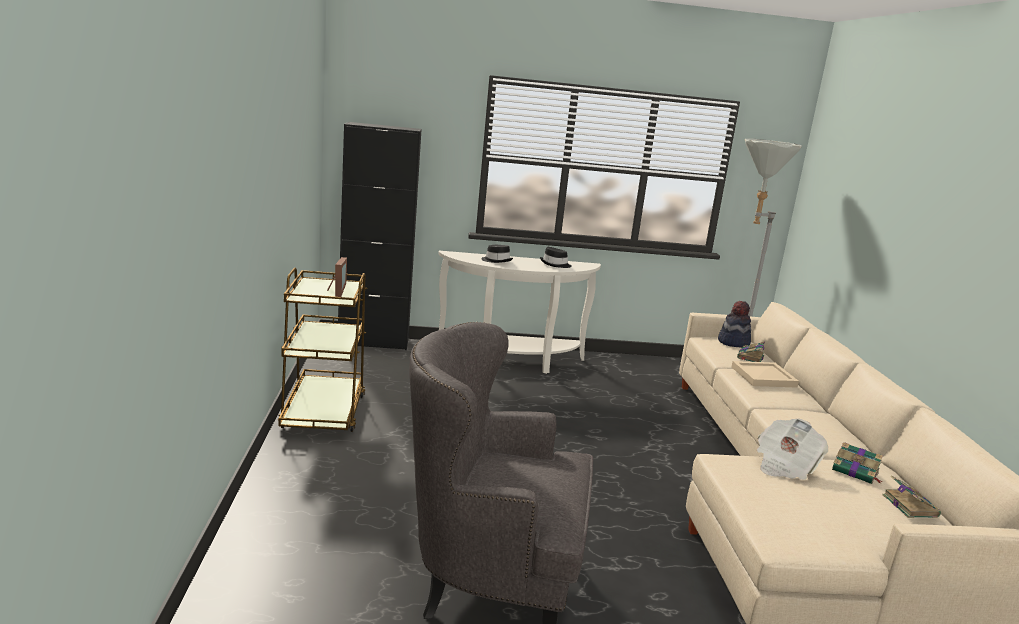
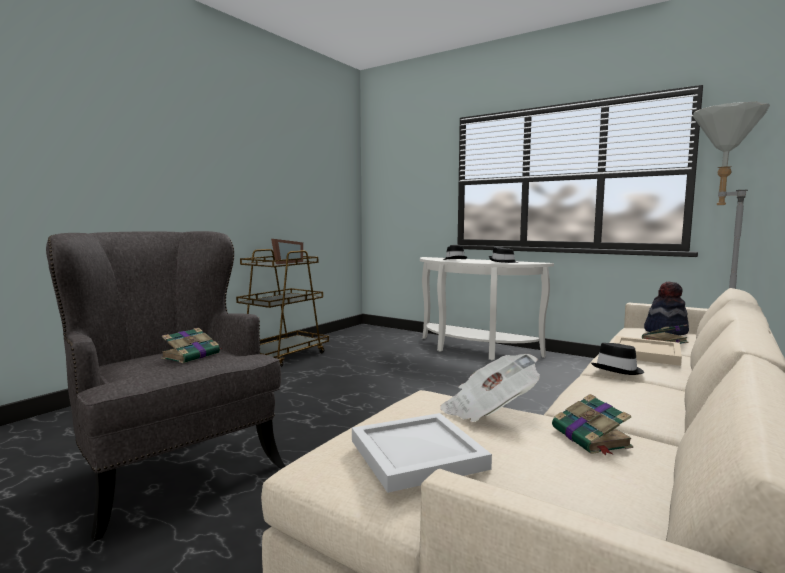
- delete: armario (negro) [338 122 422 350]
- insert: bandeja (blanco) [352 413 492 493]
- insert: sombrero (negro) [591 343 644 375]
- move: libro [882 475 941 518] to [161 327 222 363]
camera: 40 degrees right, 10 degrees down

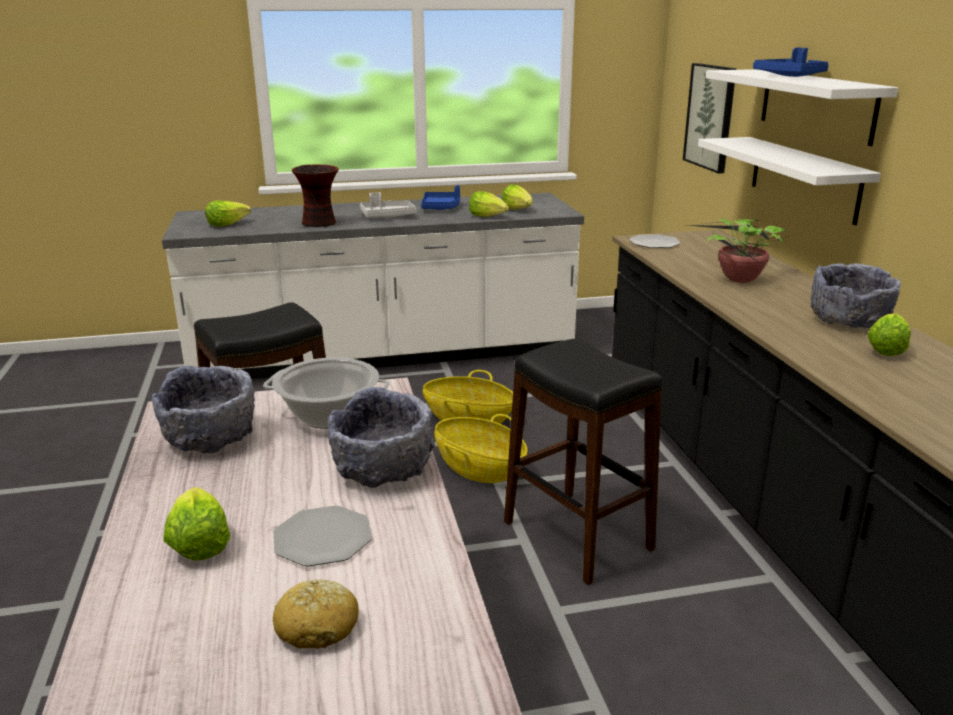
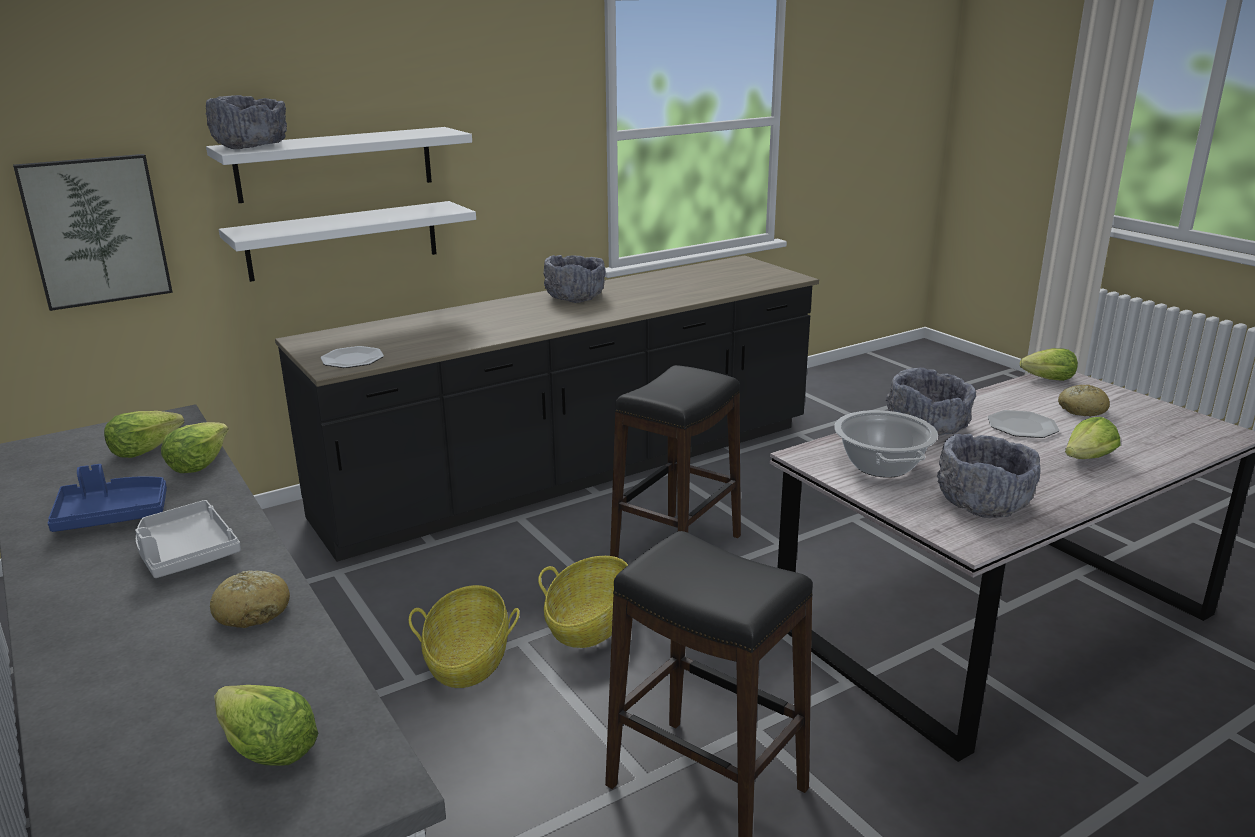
- delete: planta en maceta [688 219 786 283]
- delete: bandeja (azul) [753 47 829 77]
- insert: cuenco (gris) [206 95 287 149]
- move: lechuga [867 313 911 356] to [1020 348 1078 381]
- replace: florero [292 164 339 227] to pan [210 571 290 628]
camera: 110 degrees left, 0 degrees up

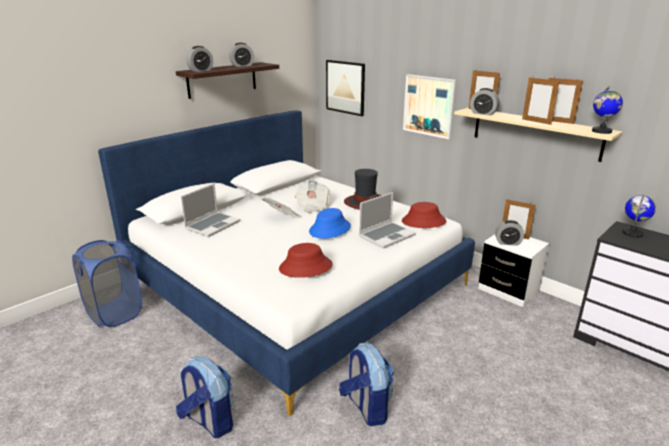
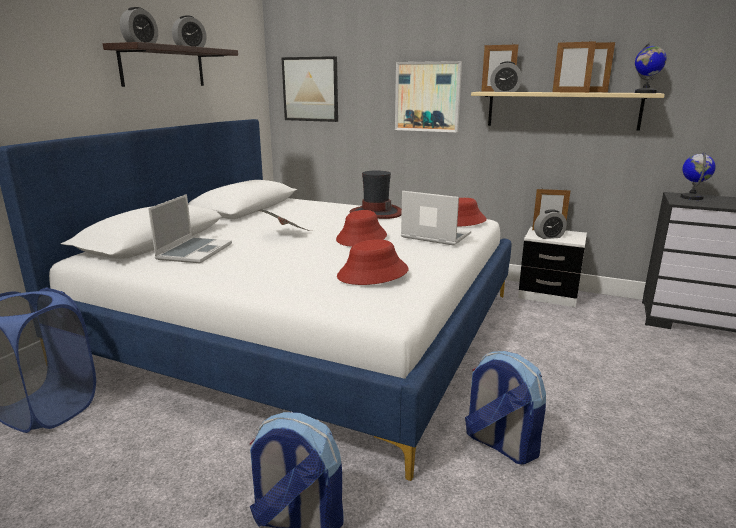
- delete: periódico [295 180 330 213]
- recolor: sombrero (azul) [309 208 351 239] to sombrero (rojo) [336 210 387 247]
- rotate: portátil [359 192 416 248] = [401 191 471 246] 90 degrees counterclockwise
camera: 20 degrees left, 5 degrees down

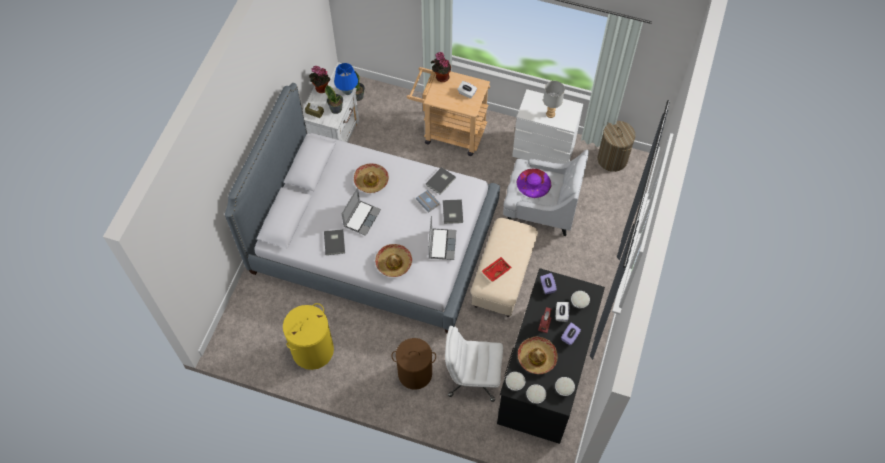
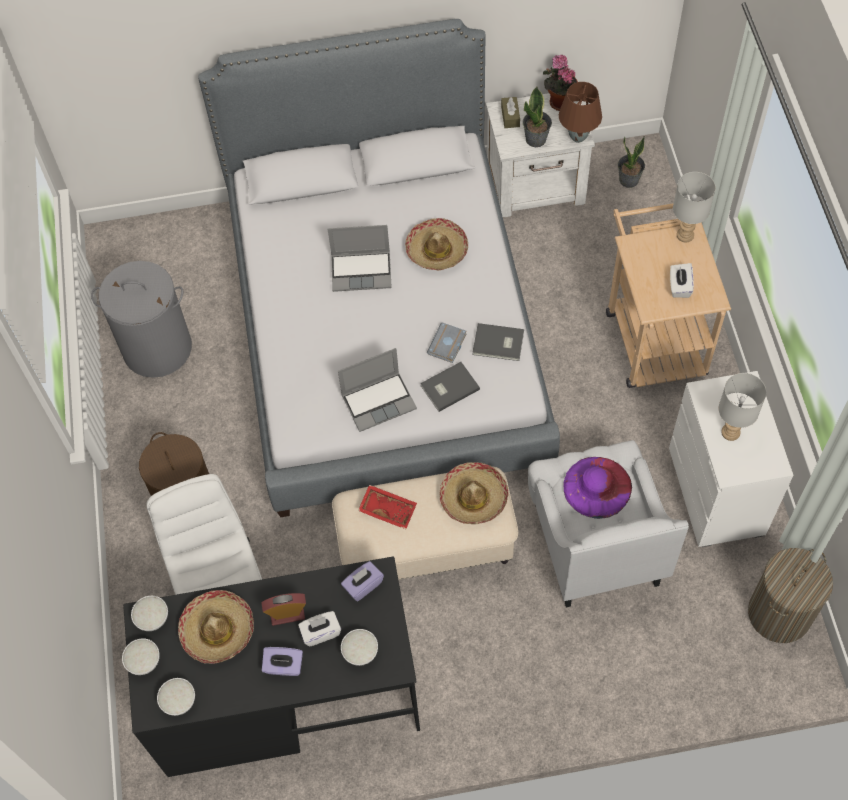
- delete: libro (gris) [324 229 345 255]
- move: sombrero [375 244 412 277] to [439 462 509 524]
- replace: planta en maceta [431 52 451 82] to lámpara de mesa (gris) [673 172 716 243]
- recolor: cesto de la ropa (amarillo) [283 303 334 370] to cesto de la ropa (gris) [91 261 192 378]
- recolor: lámpara de mesa (azul) [334 63 358 95] to lámpara de mesa (marrón) [559 82 602 143]
camera: 65 degrees right, 0 degrees up

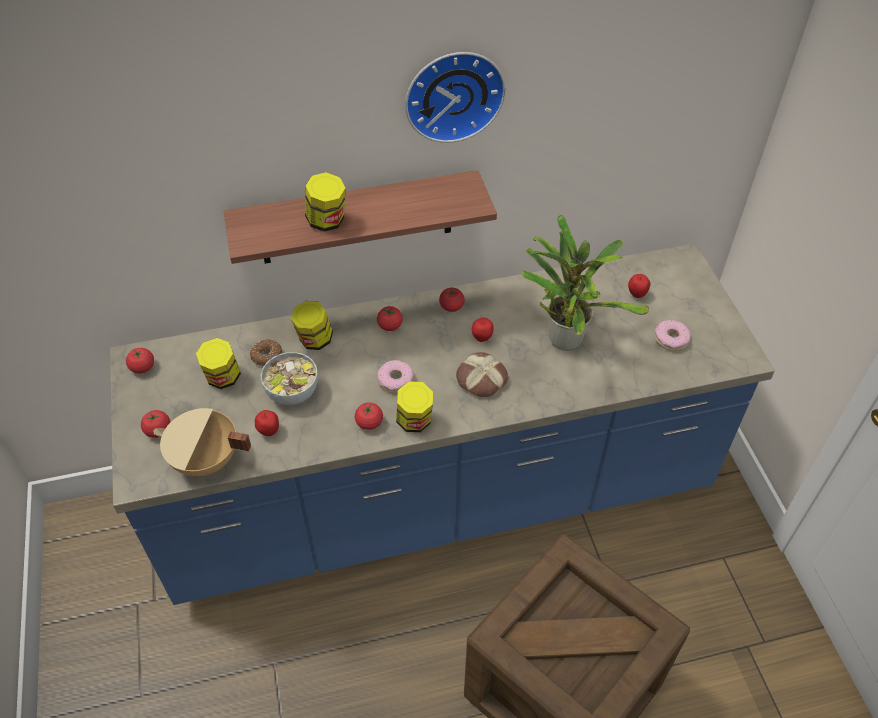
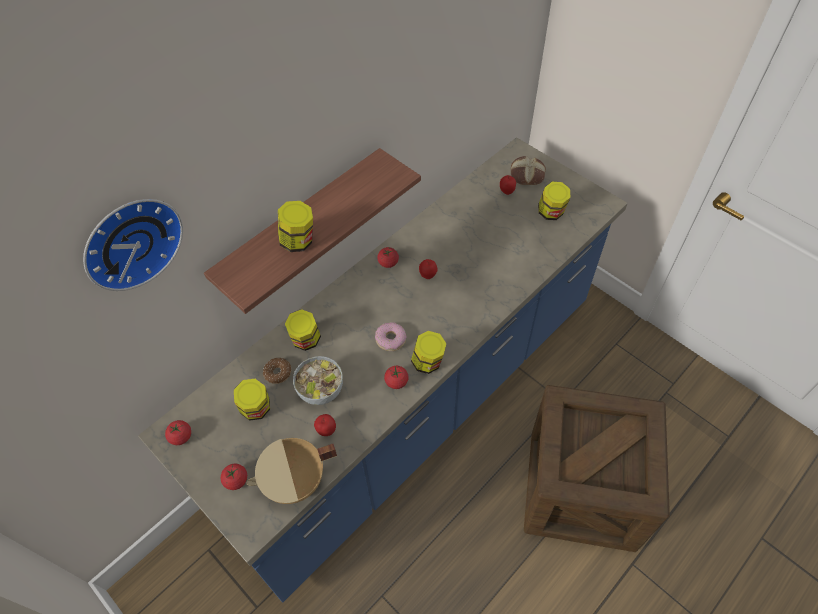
- delete: tomate [377 306 403 331]
- delete: planta en maceta [522 215 649 351]
- move: reloj de pared [405 52 506 143] to [83 199 183 291]
- move: pan [456 352 508 397] to [511 156 546 185]
- replace: rosquilla [654 320 691 351] to tarro [538 182 571 220]
camera: 30 degrees left, 5 degrees up

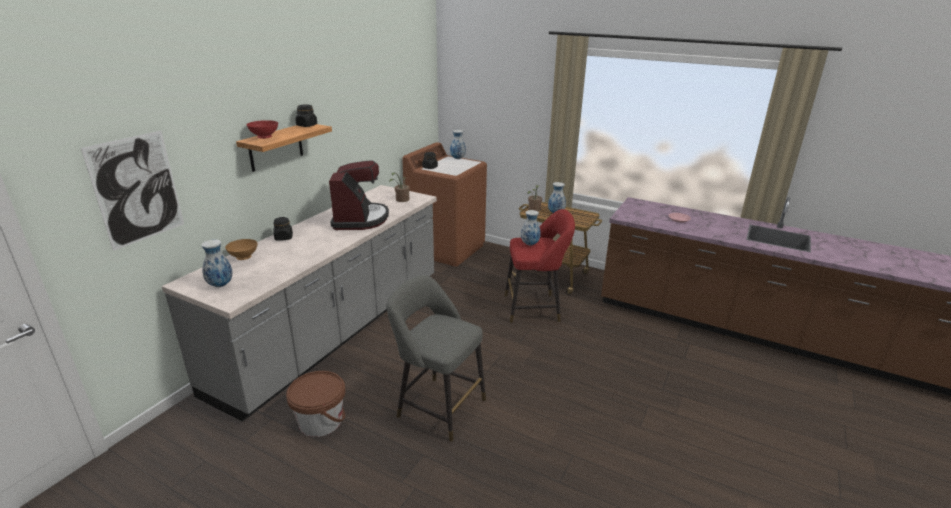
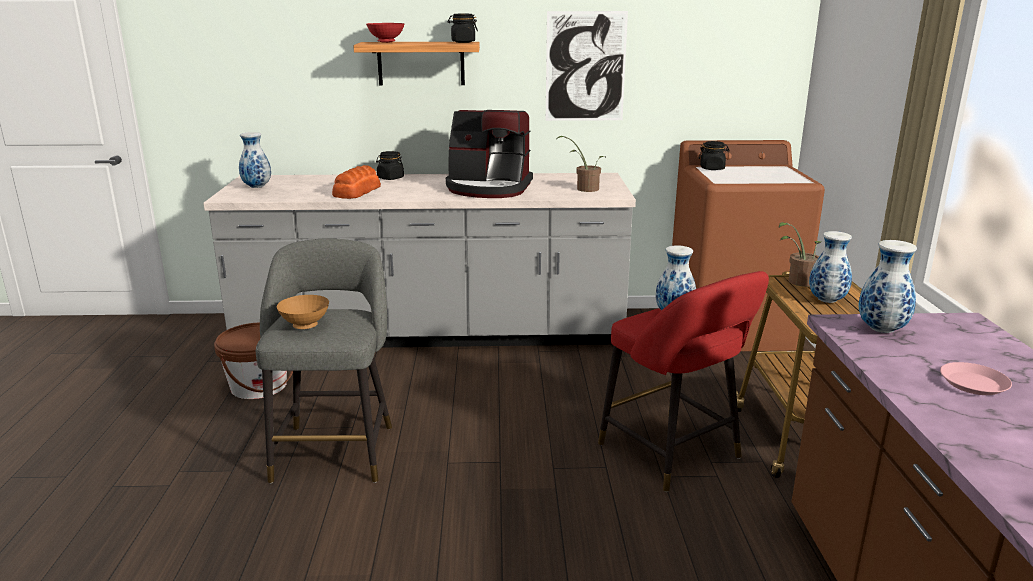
- insert: pan [332 165 381 199]
- move: cuadro [81 131 184 251] to [546 11 628 121]
- move: cuenco (marrón) [225 239 258 260] to [277 295 329 329]
- move: florero [450 130 466 159] to [859 240 917 333]
- rotate: cafetera [329 160 389 230] = [446 110 533 198] 45 degrees clockwise
camera: 60 degrees right, 5 degrees down

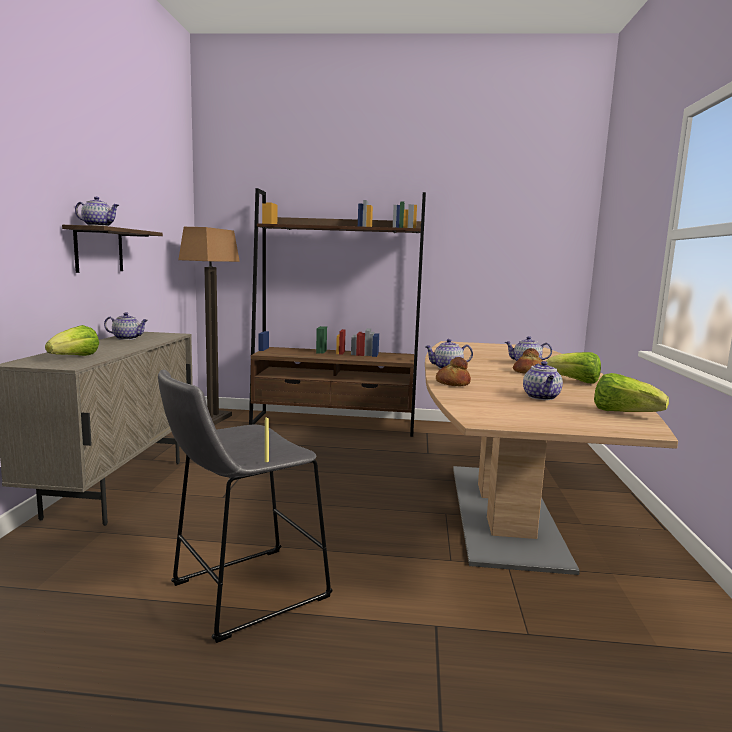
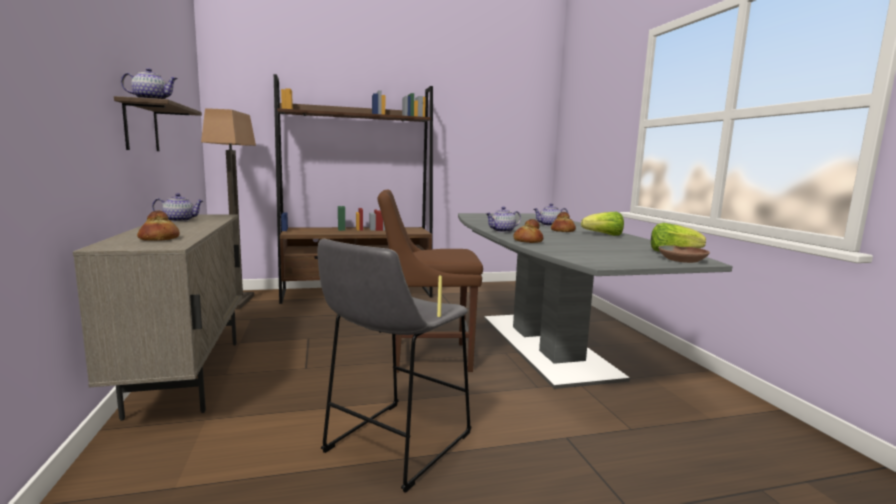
- delete: tetera [523 361 563 400]
- insert: silla (marrón) [378 190 483 373]
- insert: cuenco (marrón) [658 245 710 263]
- replace: lechuga [45 325 99 356] to pan [137 211 180 241]
- recolor: mesa de comedor (marrón) [425 341 678 575] to mesa de comedor (gris) [458 213 732 389]
camera: 20 degrees left, 0 degrees up

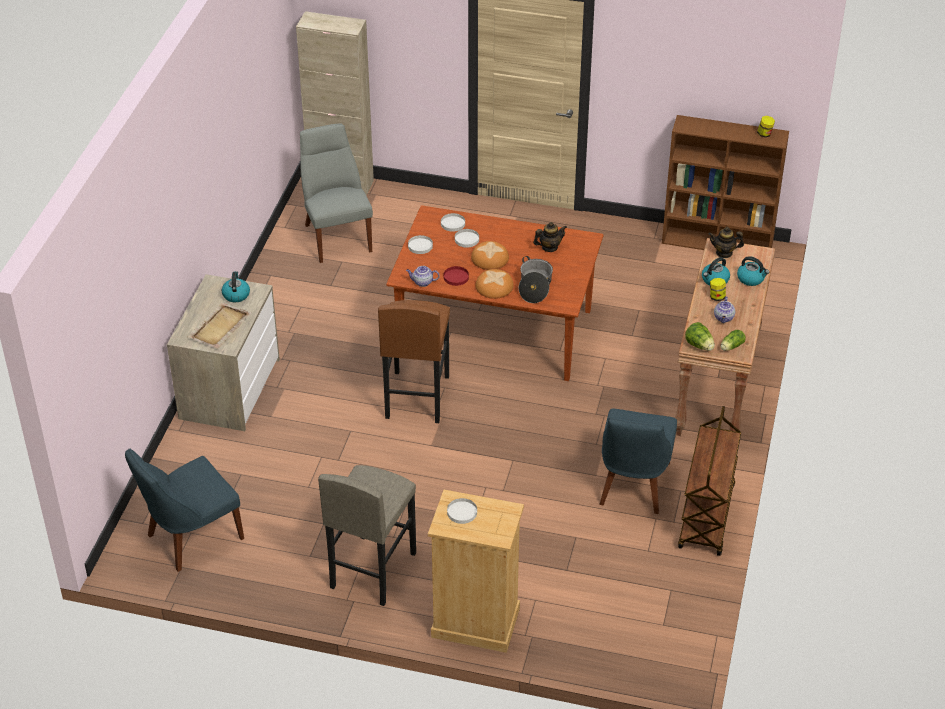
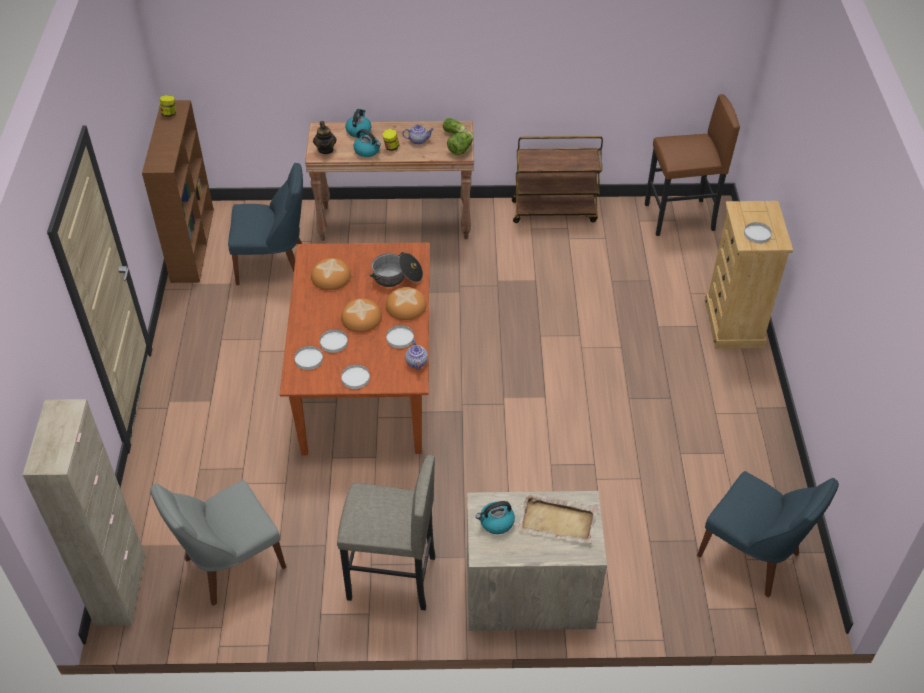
- move: taburete (gris) [318 465 416 606] to [337 455 435 610]
- move: taburete (marrón) [378 300 450 423] to [645 94 740 236]
- move: silla (azul) [600 409 677 514] to [228 163 303 285]
- replace: tetera [533 222 567 252] to pan [311 258 351 290]
- recolor: plato (rojo) [444 266 469 286] to plato (blanco) [386 325 414 348]
camera: 105 degrees left, 5 degrees up

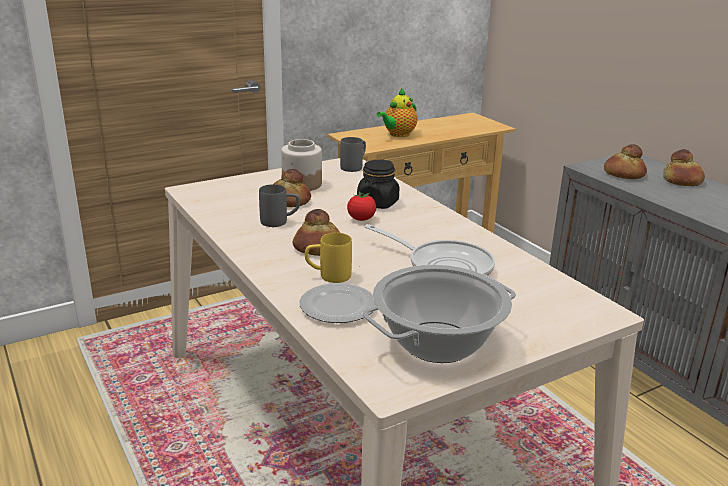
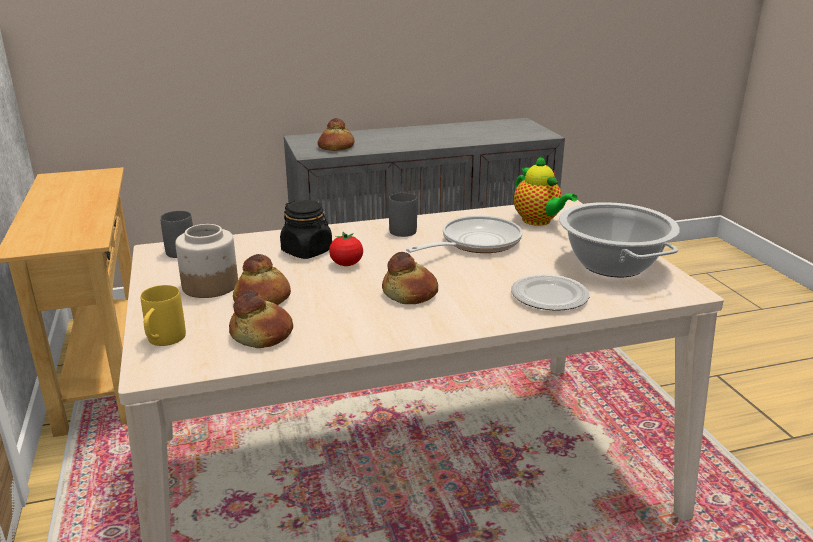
- move: taza grande (gris) [259 184 300 227] to [389 193 417 237]
- move: taza grande (amarillo) [305 233 352 283] to [140 285 186 346]
- move: tetera [376 88 417 137] to [514 155 577 226]
- move: pan [663 149 705 186] to [229 290 293 348]
camera: 75 degrees left, 0 degrees up

